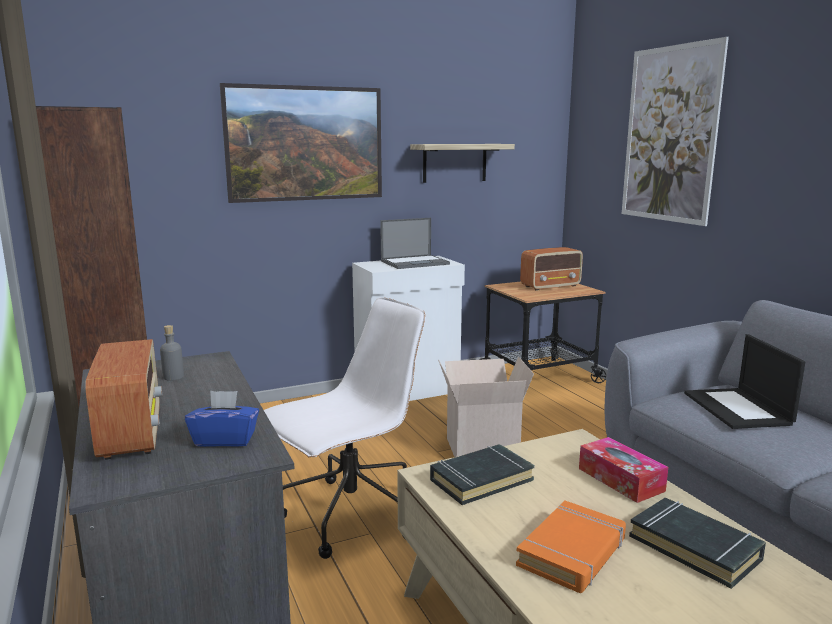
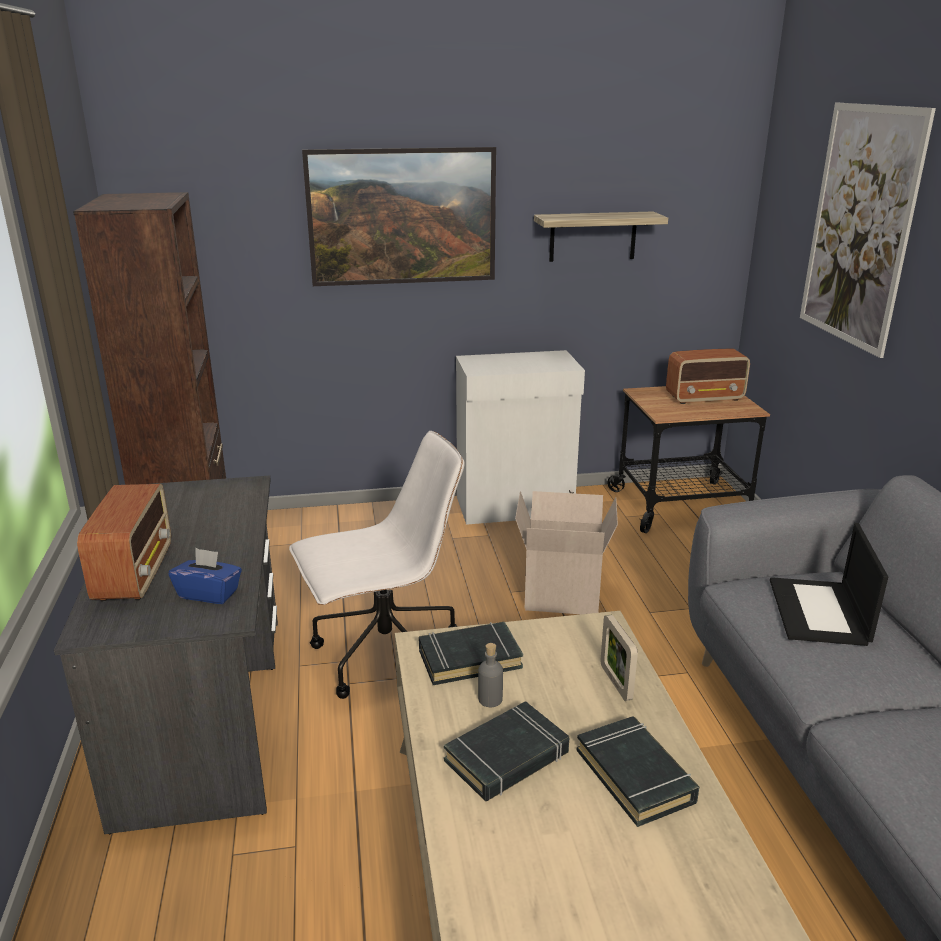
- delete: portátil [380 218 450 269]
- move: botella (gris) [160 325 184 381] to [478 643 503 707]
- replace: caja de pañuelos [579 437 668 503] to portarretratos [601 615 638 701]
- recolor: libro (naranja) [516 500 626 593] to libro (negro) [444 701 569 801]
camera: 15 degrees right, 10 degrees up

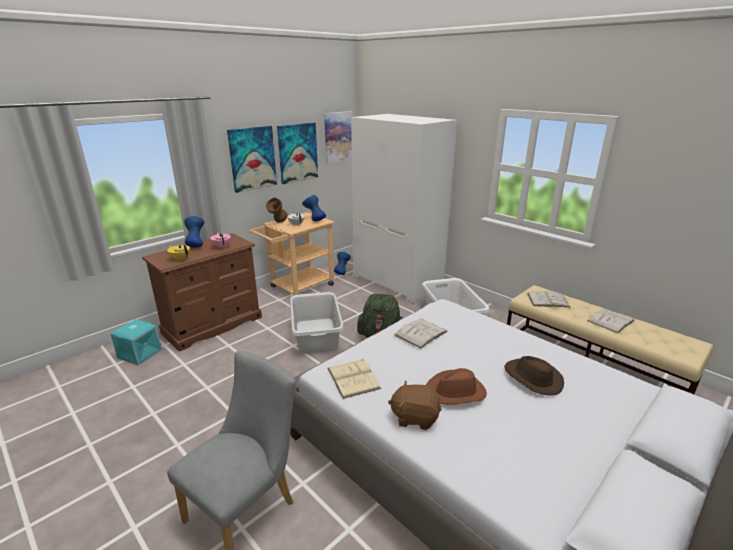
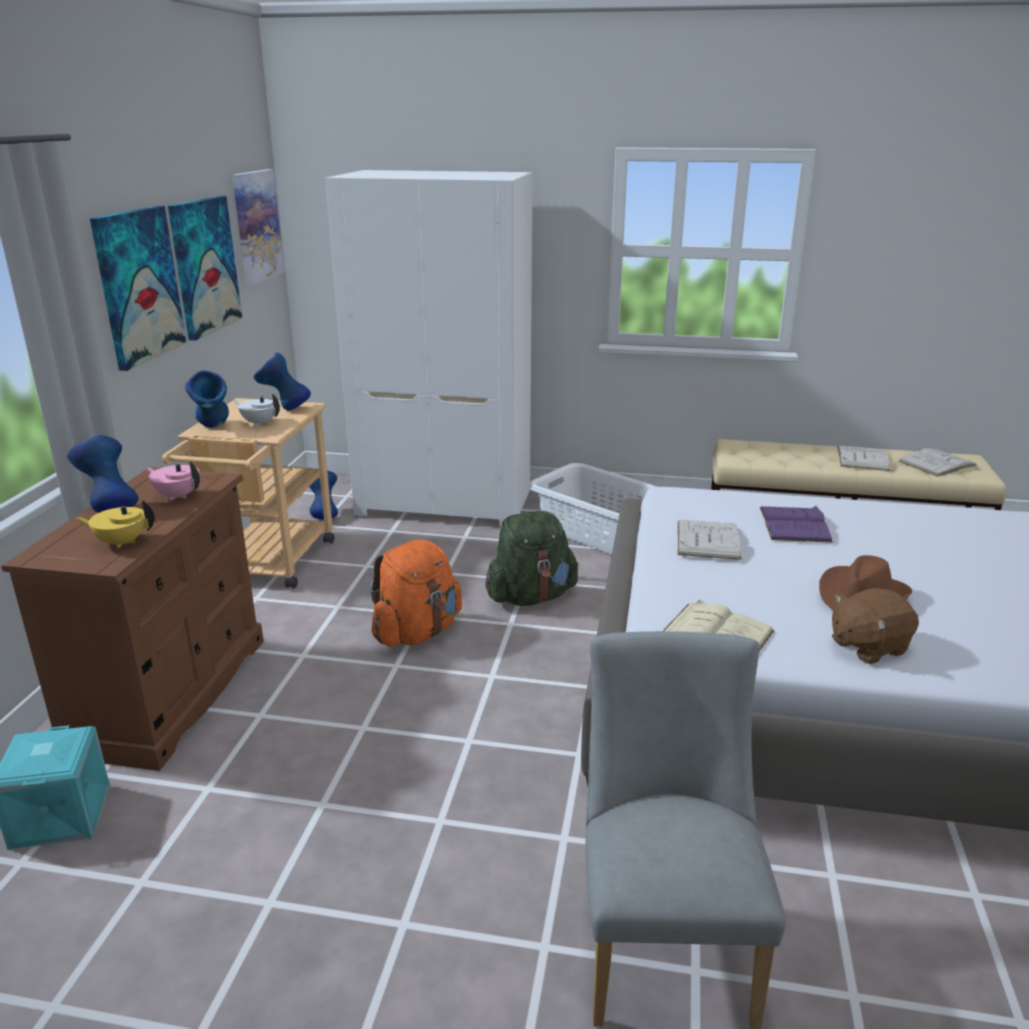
- delete: sombrero (marrón) [504 356 564 396]
- insert: libro (morado) [760 506 833 543]
- move: libro (blanco) [527 290 571 308] to [899 448 977 477]
- replace: cesto de la ropa (gris) [290 292 344 354] to mochila (naranja) [370 539 462 647]
- recolor: florero (marrón) [266 197 287 223] to florero (azul) [185 370 229 428]
camera: 35 degrees left, 0 degrees up

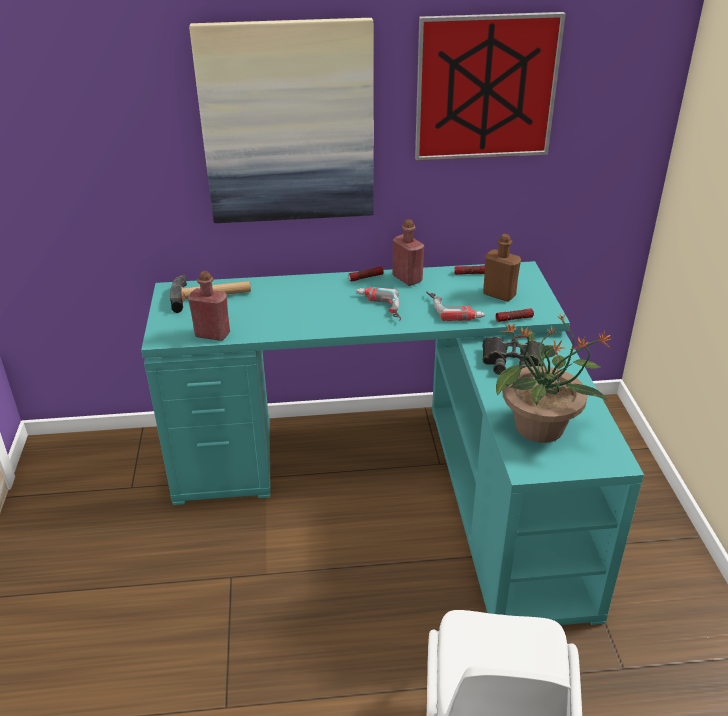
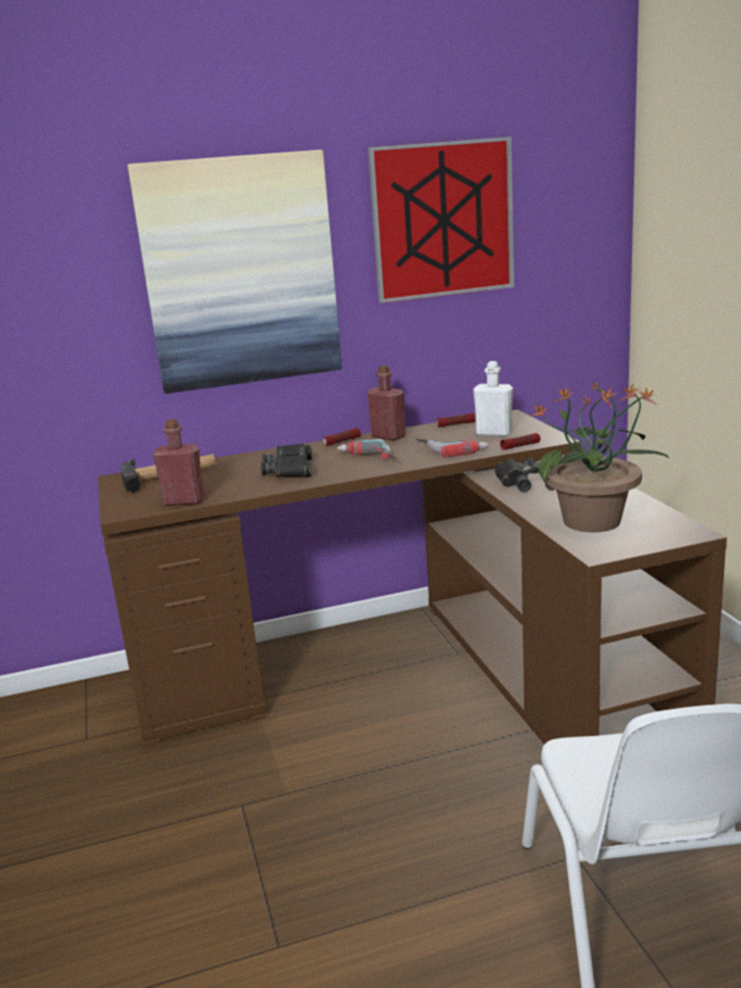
- insert: prismáticos (negro) [261 443 312 477]
- recolor: escritorio (turquesa) [141 261 644 625] to escritorio (marrón) [98 410 727 747]
- recolor: botella (marrón) [483 234 521 301] to botella (blanco) [473 361 513 437]
camera: 10 degrees left, 15 degrees down

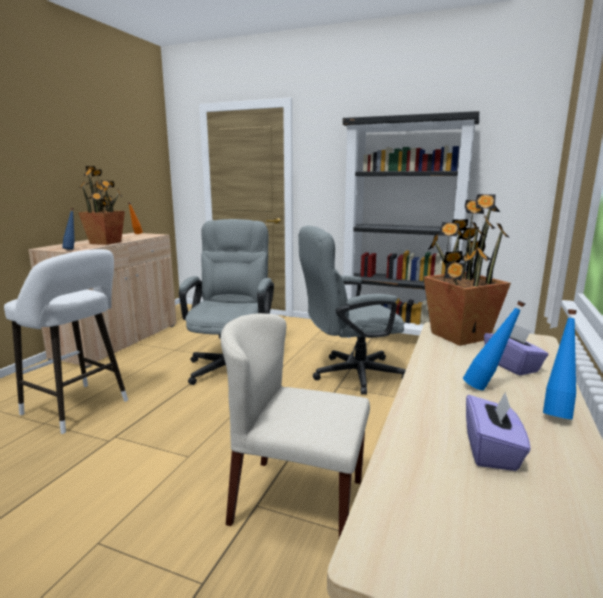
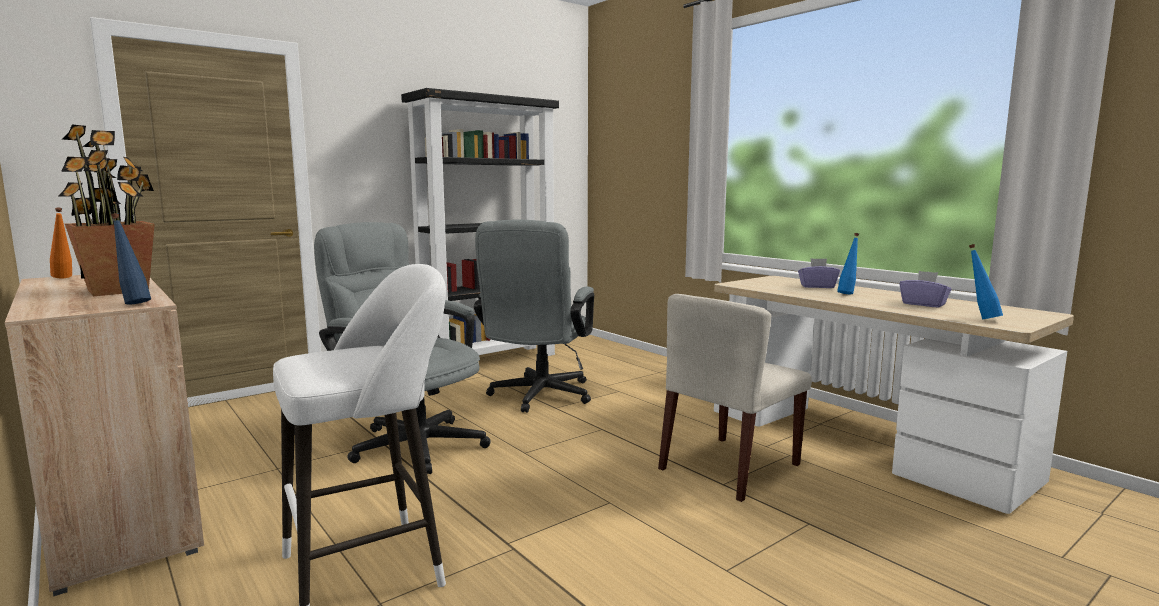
- delete: planta en maceta [423 194 511 346]
- move: botella (azul) [543 309 577 419] to [969 244 1003 320]
camera: 60 degrees left, 5 degrees down

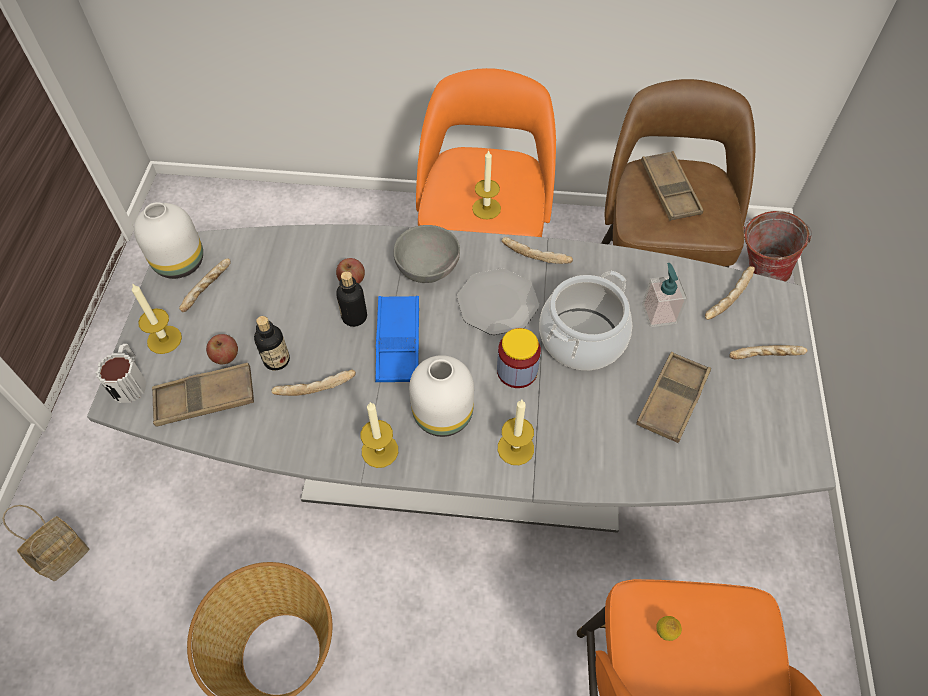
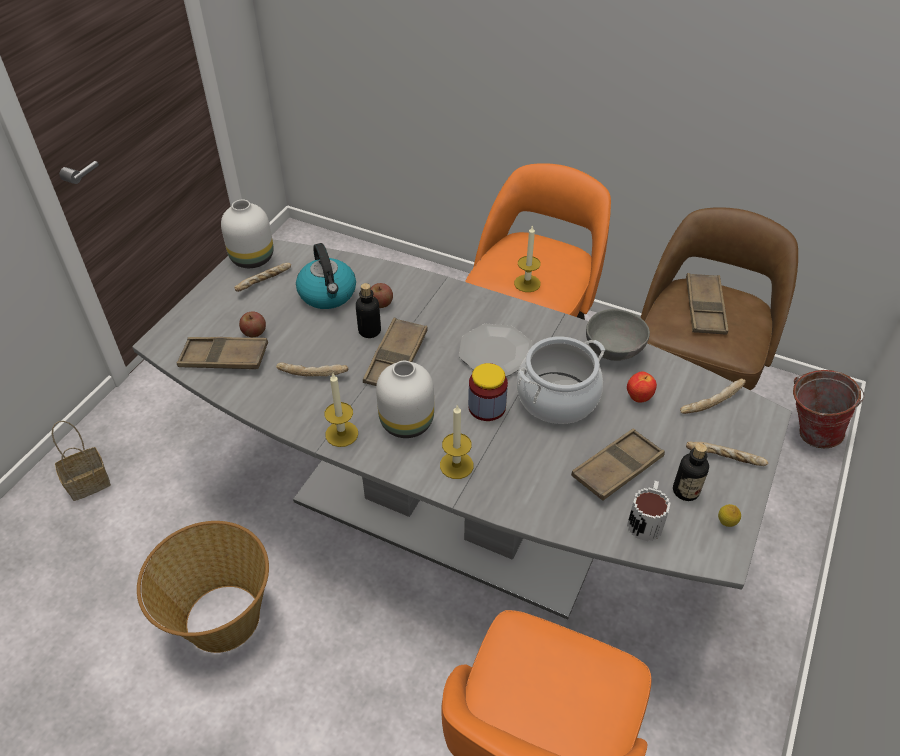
- delete: vela [132 283 182 354]
- delete: pan [502 237 573 264]
- insert: hervidor [296 243 356 309]
- move: taza grande [96 344 147 403] to [627 481 670 541]
- move: botella [254 316 290 371] to [673 443 709 501]
- move: cuenco (gris) [393 225 460 283] to [586 309 650 361]
- move: limón [656 616 682 641] to [718 504 741 527]
- replace: dispensador de jabón [642 263 687 327] to manzana [627 371 657 402]
- recolor: bandeja (azul) [375 296 419 382] to bandeja (marrón) [363 318 428 386]
camera: 20 degrees right, 10 degrees down

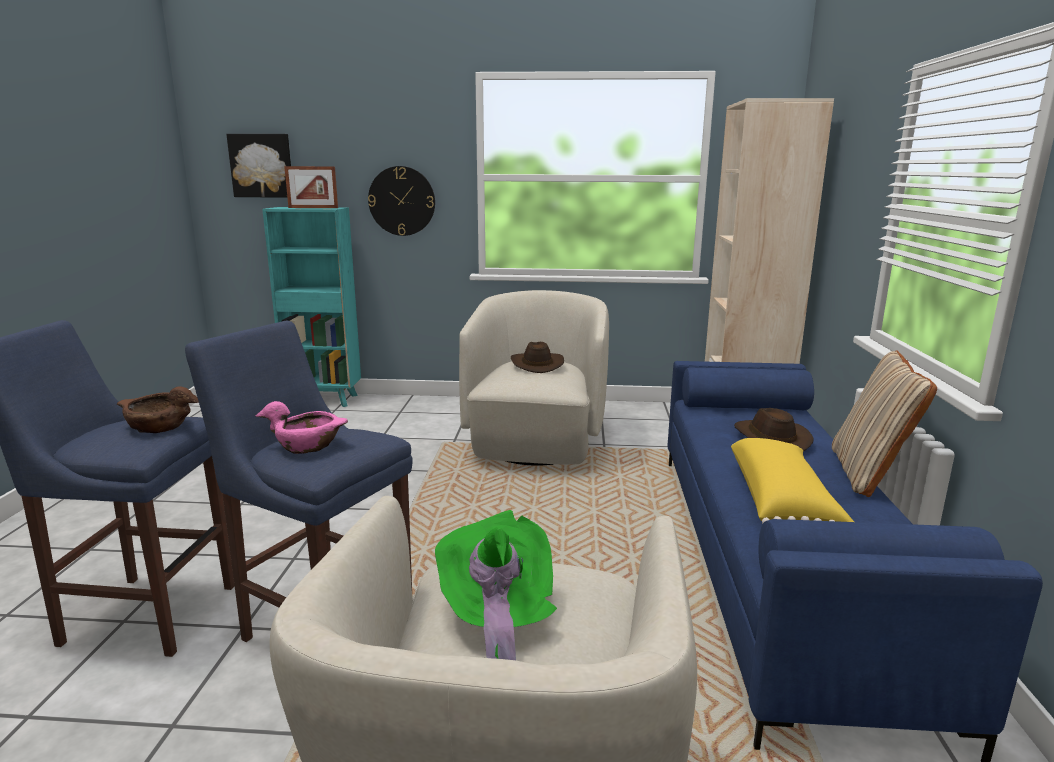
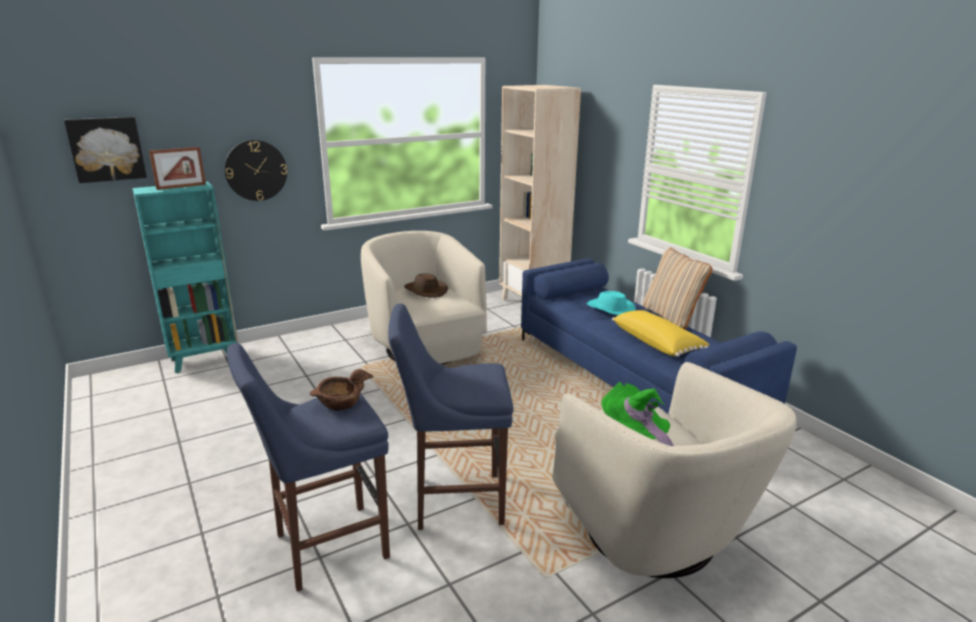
- delete: cuenco (rosa) [255 401 348 454]
- recolor: sombrero (marrón) [734 408 814 451] to sombrero (turquesa) [587 291 636 315]
camera: 35 degrees left, 5 degrees up

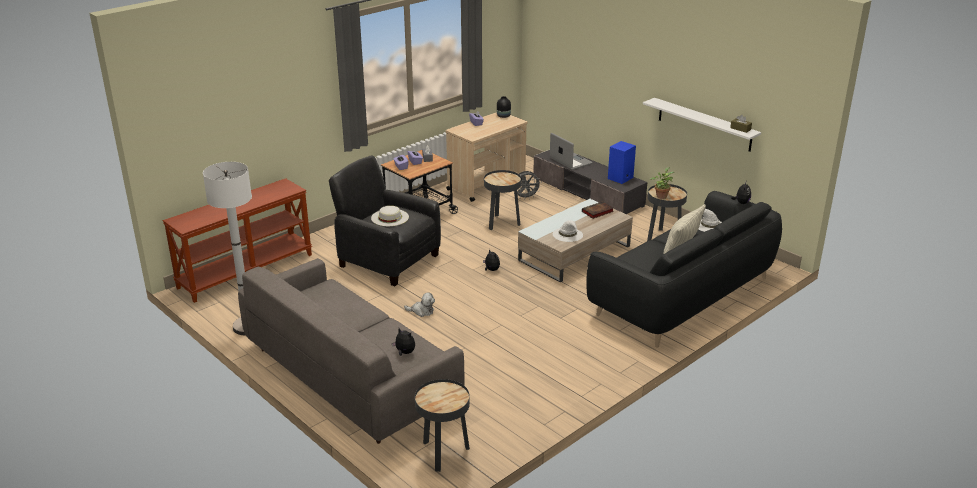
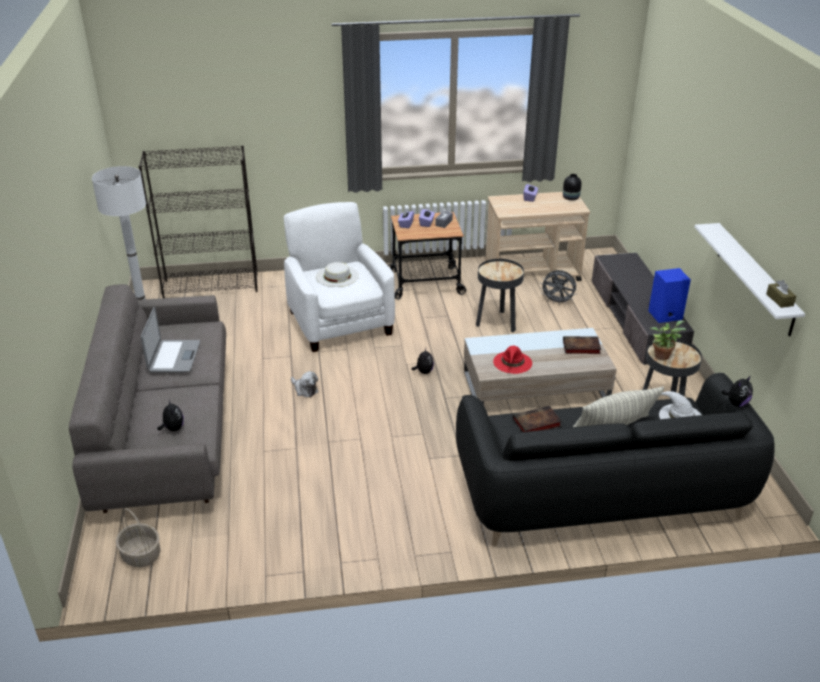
- insert: libro [513 406 562 432]
- move: portátil [550 133 592 170] to [141 307 200 373]
- replace: mesa consola (marrón) [163 178 312 303] to estantería (negro) [139 146 258 298]
- replace: mesa auxiliar (negro) [415 379 470 472] to cesta [116 508 160 567]
- recolor: sillón (negro) [329 155 441 286] to sillón (blanco) [284 202 395 352]
- recolor: sombrero (blanco) [553 220 583 242] to sombrero (rojo) [493 346 532 374]
camera: 35 degrees right, 5 degrees up

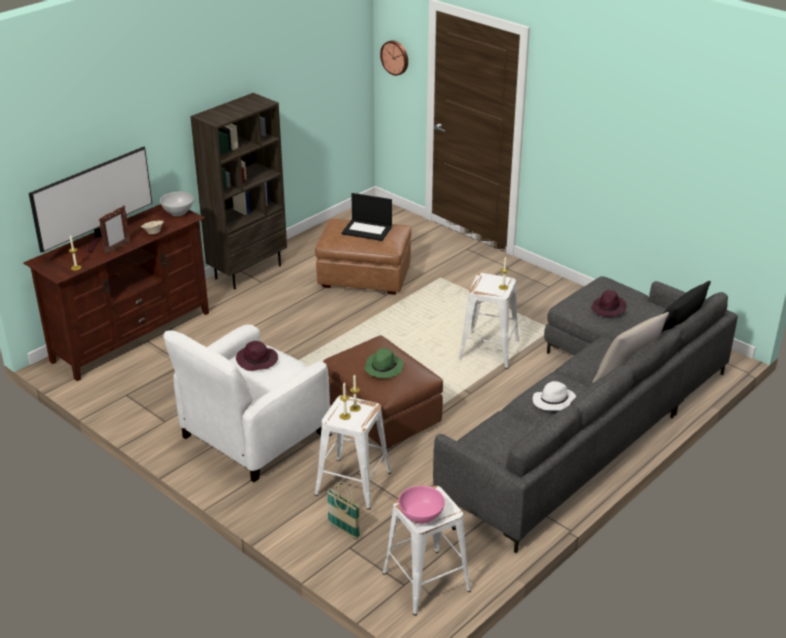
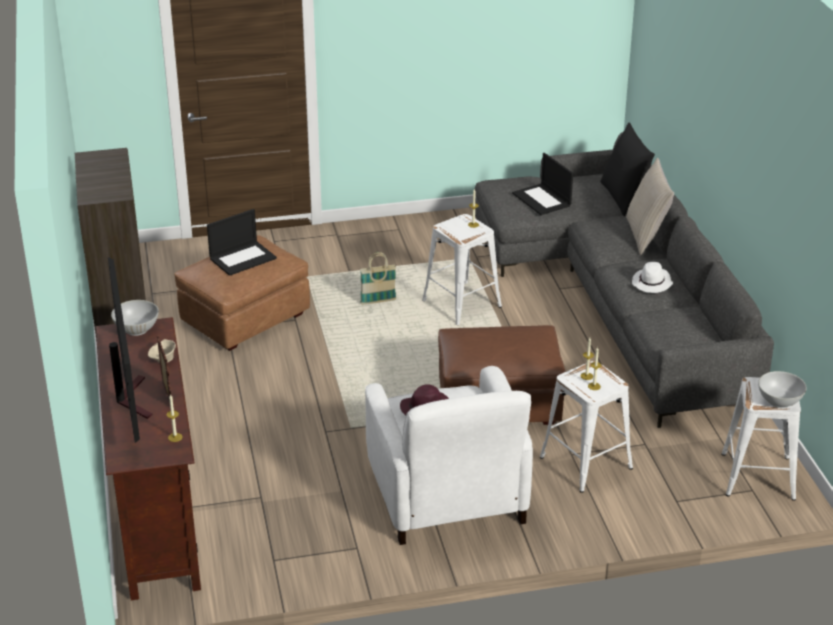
- delete: sombrero (verde) [364 348 404 378]
- delete: reloj de pared [380 40 408 76]
- move: cesta [327 482 360 539] to [360 252 396 305]
- replace: sombrero (morado) [591 290 626 317] to portátil [512 153 573 215]
- recolor: cuenco (rosa) [398 486 445 524] to cuenco (blanco) [758 371 807 408]
camera: 55 degrees left, 0 degrees up

